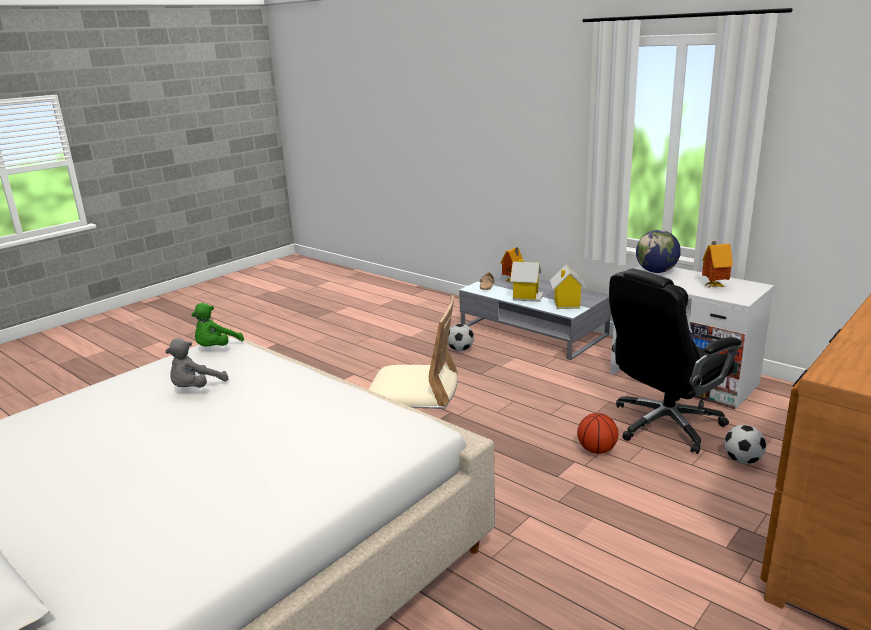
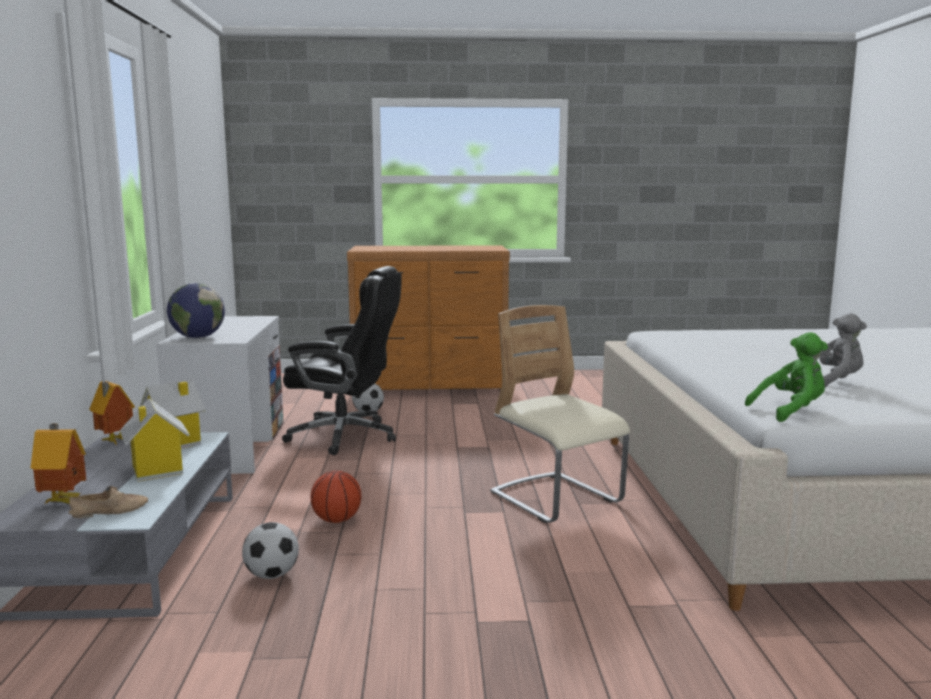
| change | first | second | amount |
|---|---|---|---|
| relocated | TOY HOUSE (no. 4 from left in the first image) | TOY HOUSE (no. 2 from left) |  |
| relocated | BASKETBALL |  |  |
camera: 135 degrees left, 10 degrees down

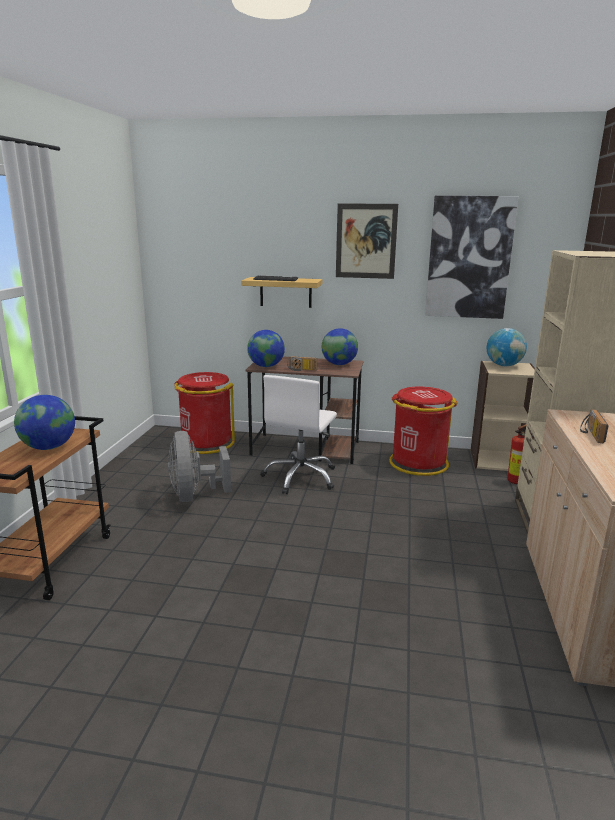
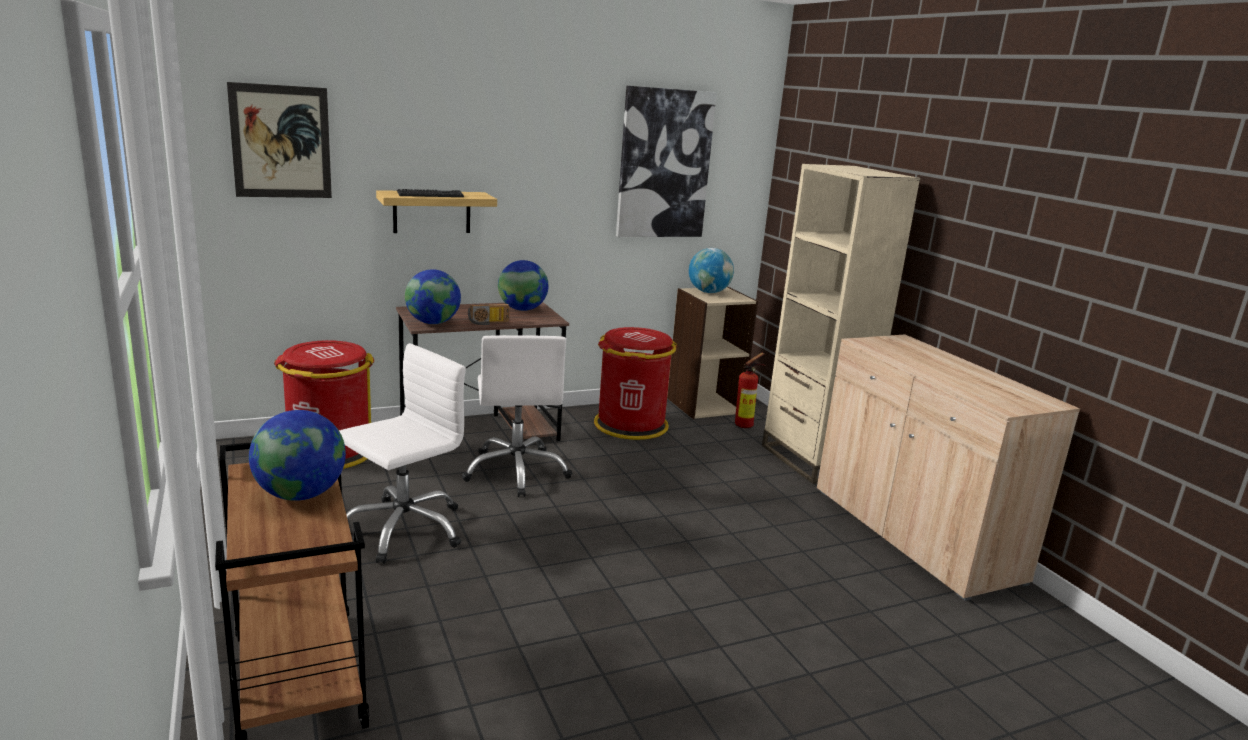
| change | first | second | amount |
|---|---|---|---|
| relocated | PICTURE (no. 1 from left) |  |  |
| missing | RADIO (no. 2 from left) |  |  |
| exchanged | GREY FAN | WHITE OFFICE CHAIR (no. 1 from left) |  |
camera: 35 degrees left, 0 degrees up

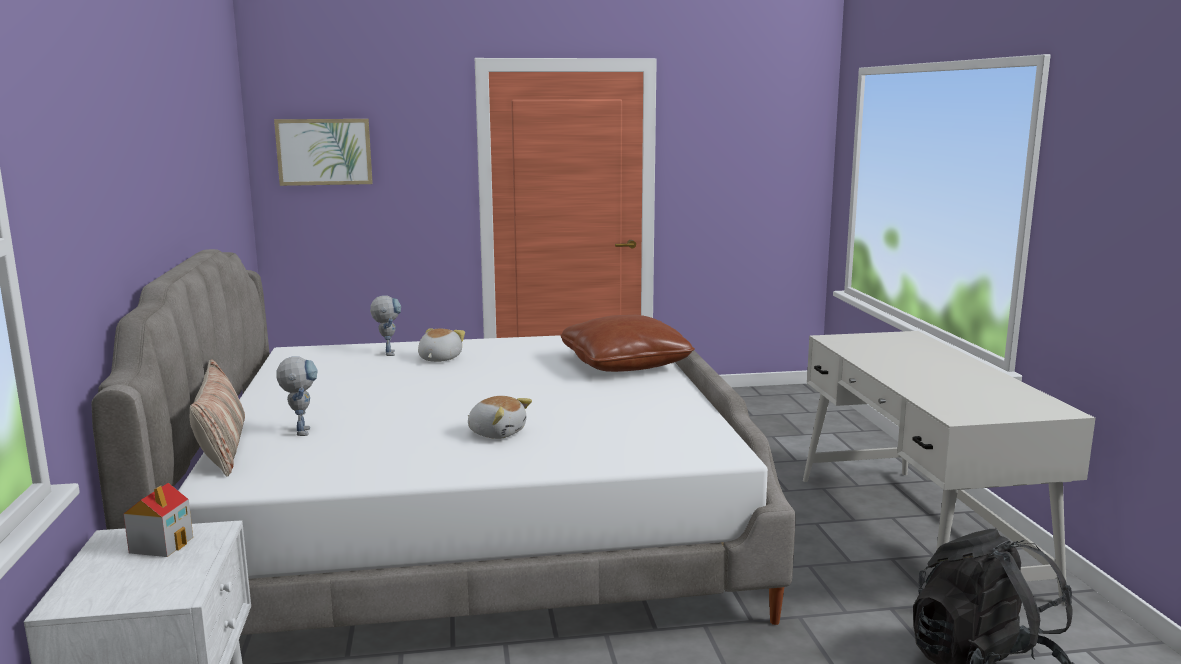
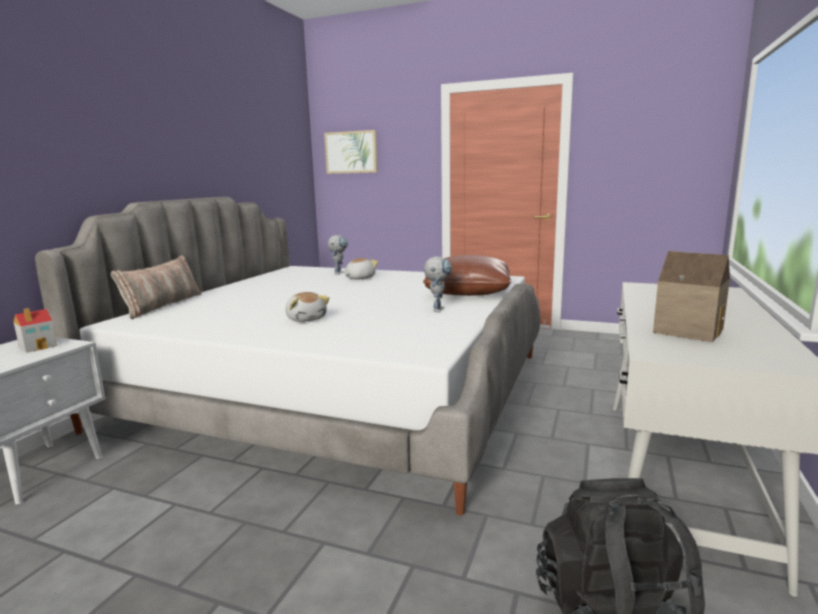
| change | first | second | amount |
|---|---|---|---|
| relocated | TOY ROBOT (no. 1 from left in the first image) | TOY ROBOT (no. 2 from left) |  |
| appeared |  | TOY HOUSE (no. 2 from left) |  |
camera: 30 degrees right, 0 degrees up

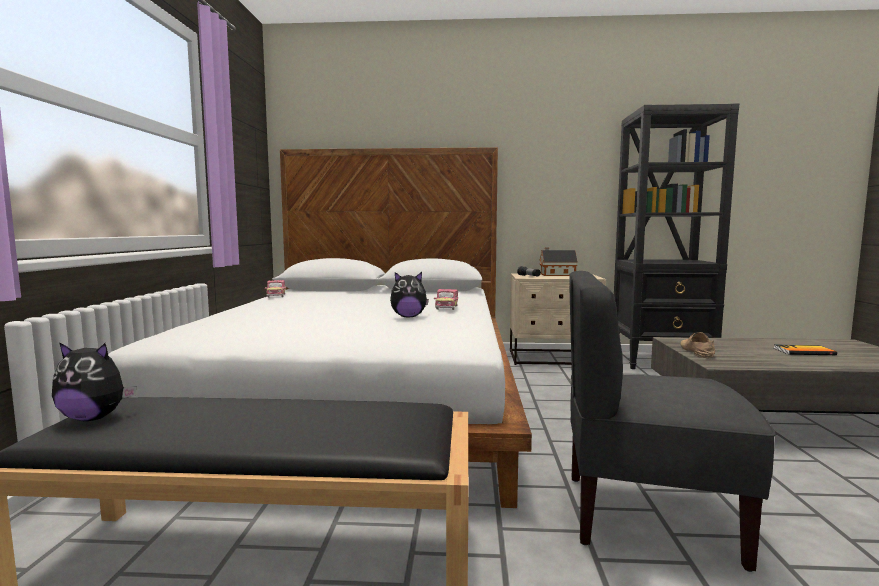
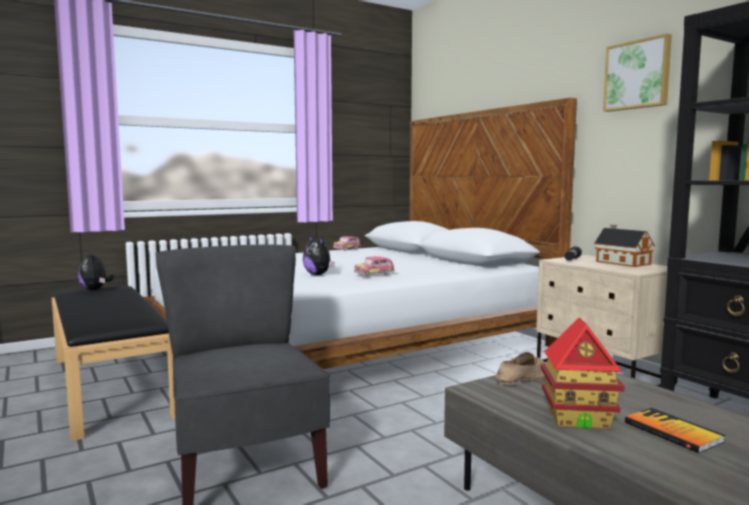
| change | first | second | amount |
|---|---|---|---|
| appeared |  | PICTURE |  |
| appeared |  | TOY HOUSE (no. 1 from left) |  |
camera: 55 degrees right, 0 degrees up

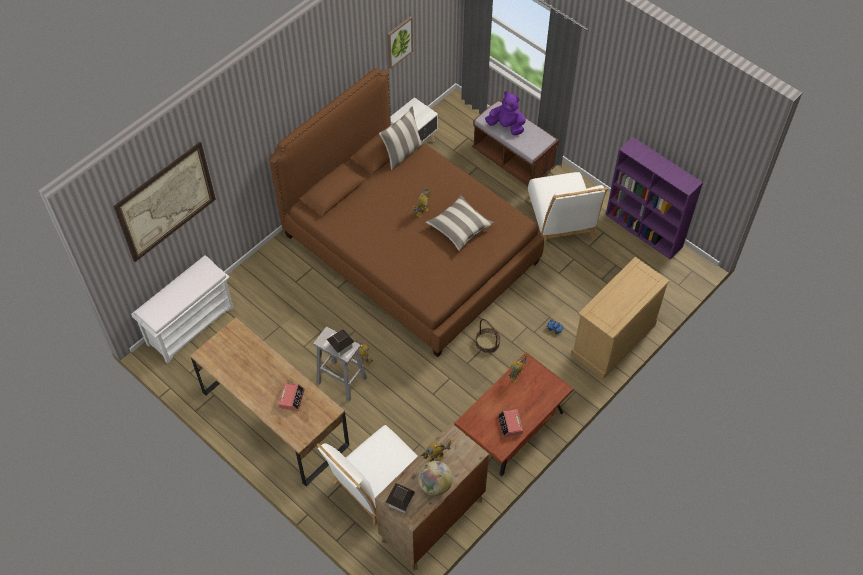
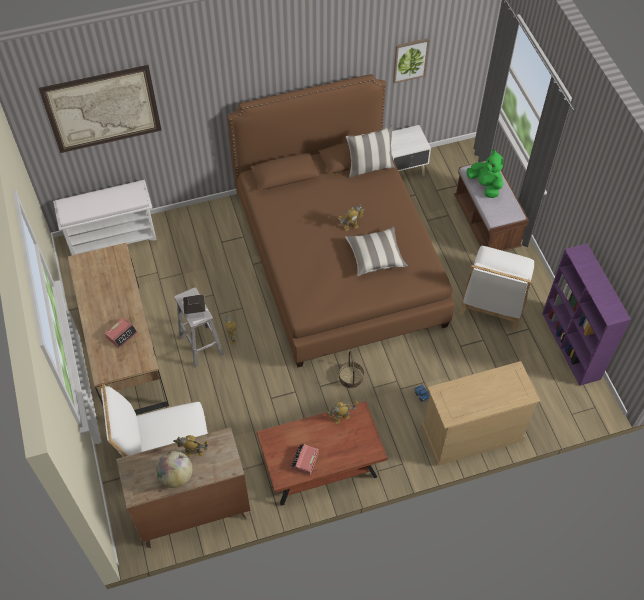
| change | first | second | amount |
|---|---|---|---|
| colour | PURPLE PLUSH TOY | GREEN PLUSH TOY |  |
| missing | TOY HOUSE (no. 2 from left) |  |  |
camera: 30 degrees right, 0 degrees up

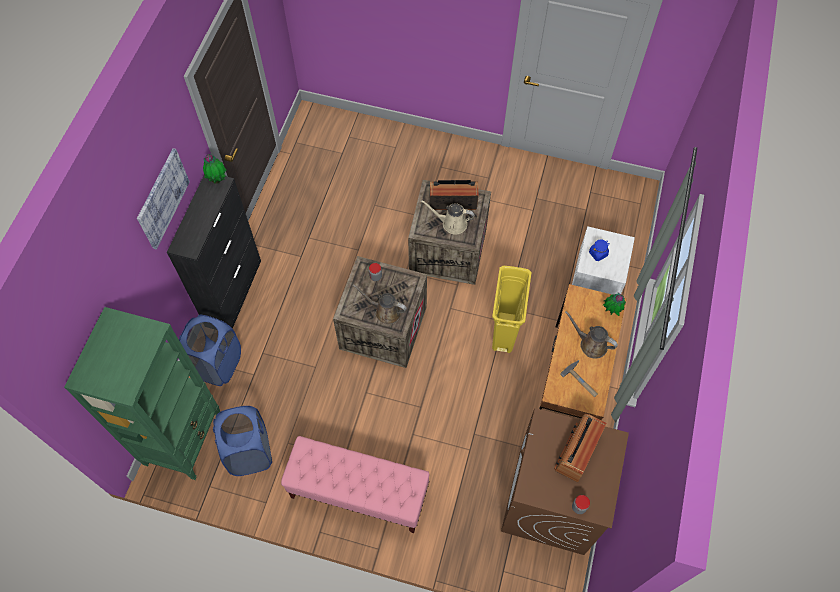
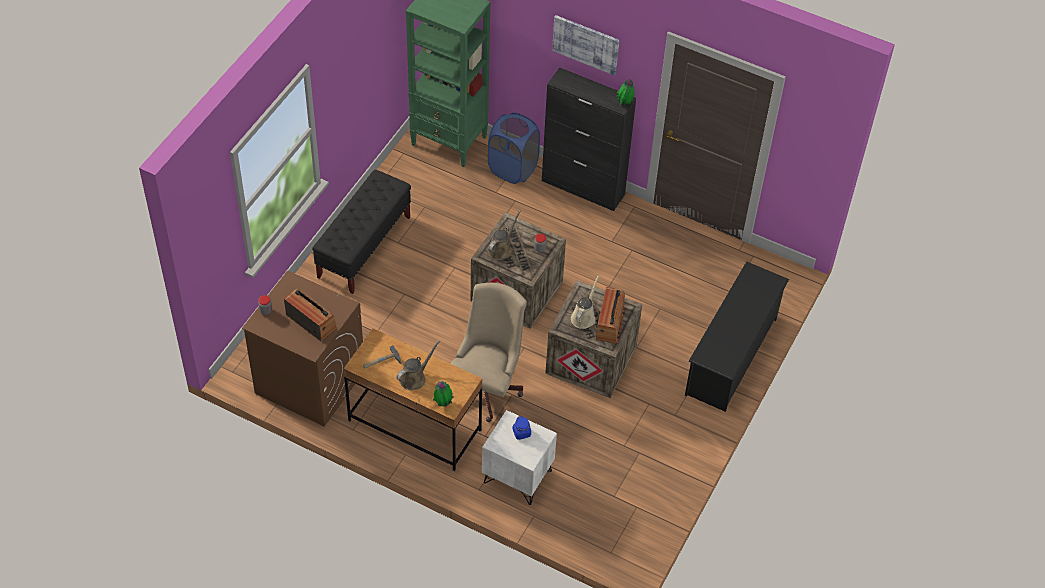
| change | first | second | amount |
|---|---|---|---|
| exchanged | YELLOW TRASH CAN | BEIGE OFFICE CHAIR |  |
| missing | BLUE LAUNDRY BASKET (no. 2 from left) |  |  |
| colour | PINK BENCH | BLACK BENCH |  |
| appeared |  | BLACK SHOE RACK |  |
camera: 100 degrees right, 10 degrees down

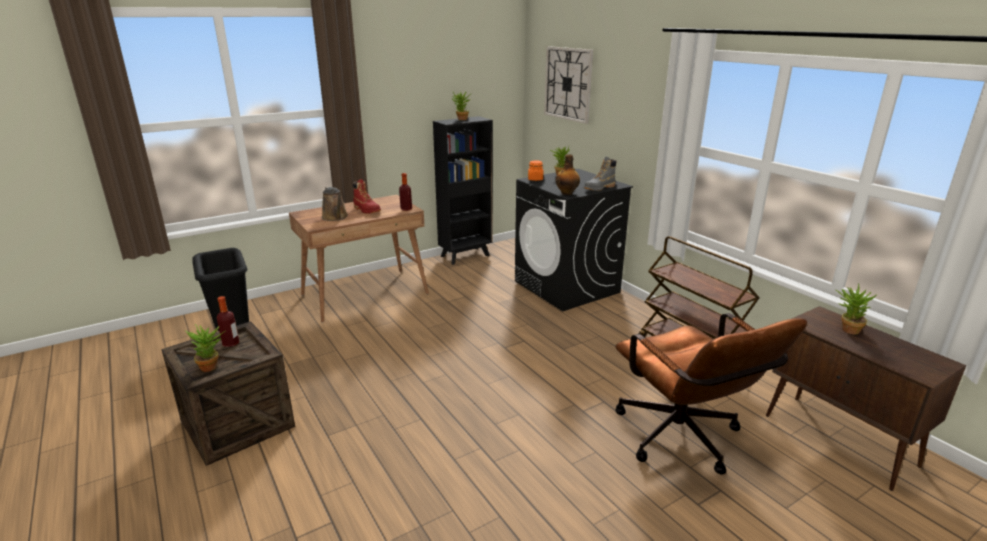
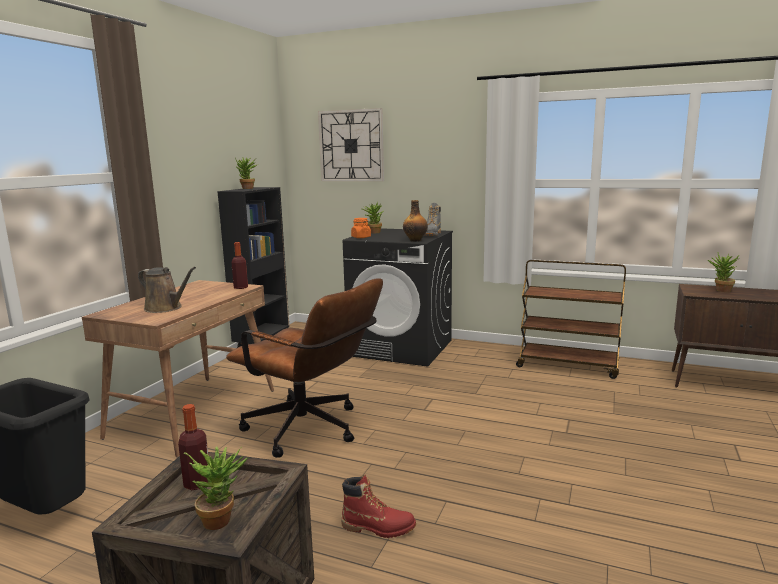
| change | first | second | amount |
|---|---|---|---|
| relocated | RED BOOT |  |  |
| relocated | BROWN OFFICE CHAIR |  |  |
camera: 35 degrees left, 10 degrees down

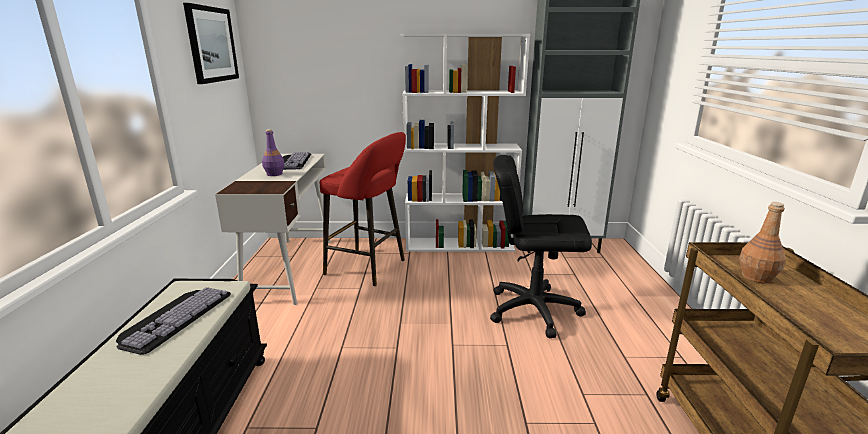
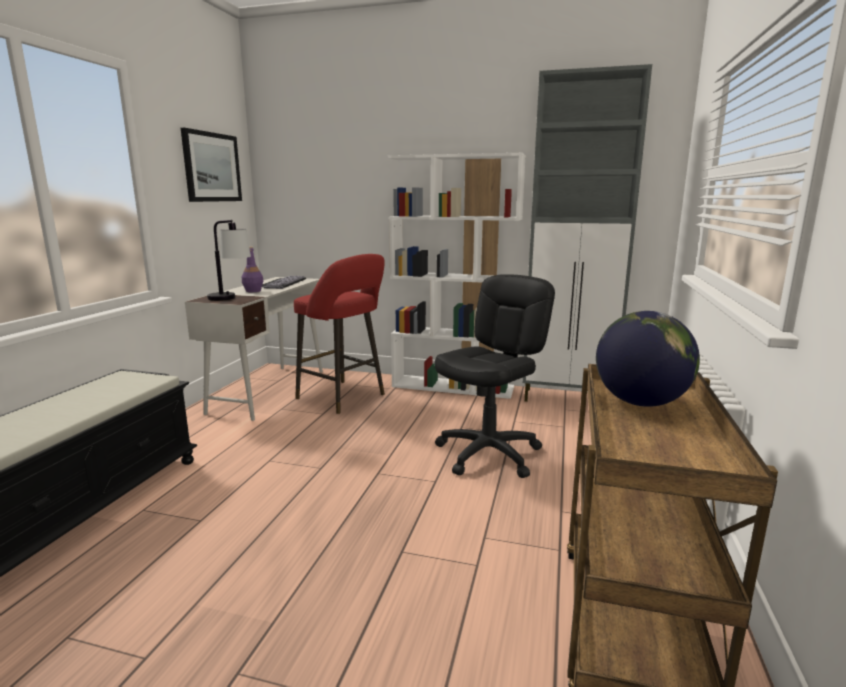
| change | first | second | amount |
|---|---|---|---|
| spun | BLACK OFFICE CHAIR |  | 105 degrees clockwise |
| exchanged | BROWN BOTTLE | GLOBE |  |
| missing | KEYBOARD (no. 1 from left) |  |  |
| appeared |  | TABLE LAMP |  |
camera: 15 degrees right, 5 degrees down

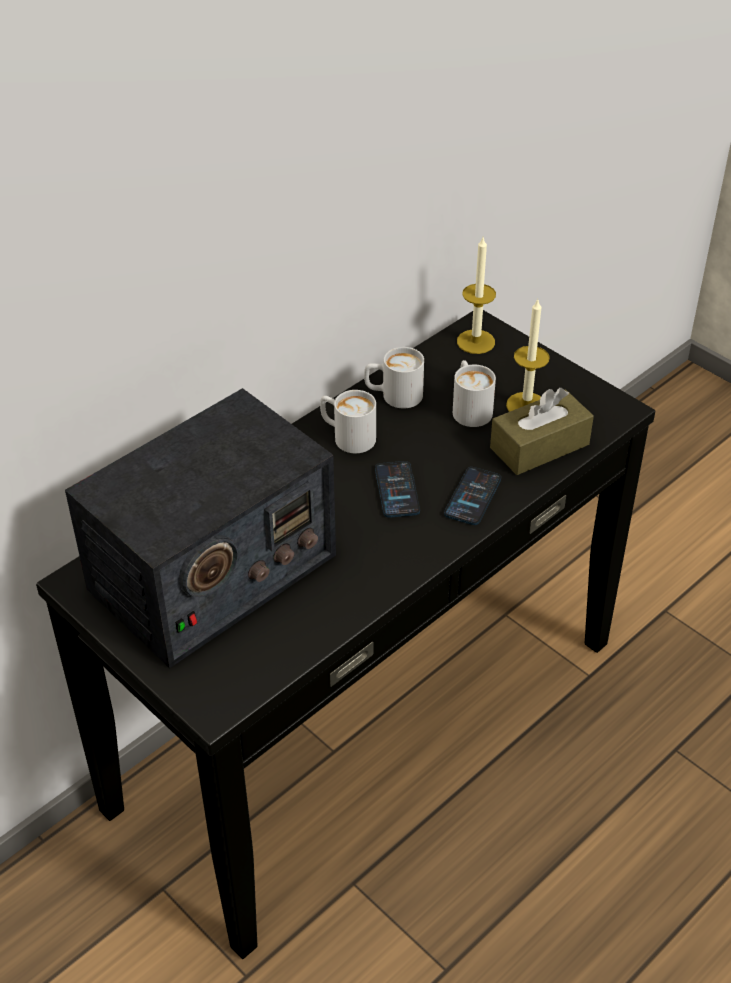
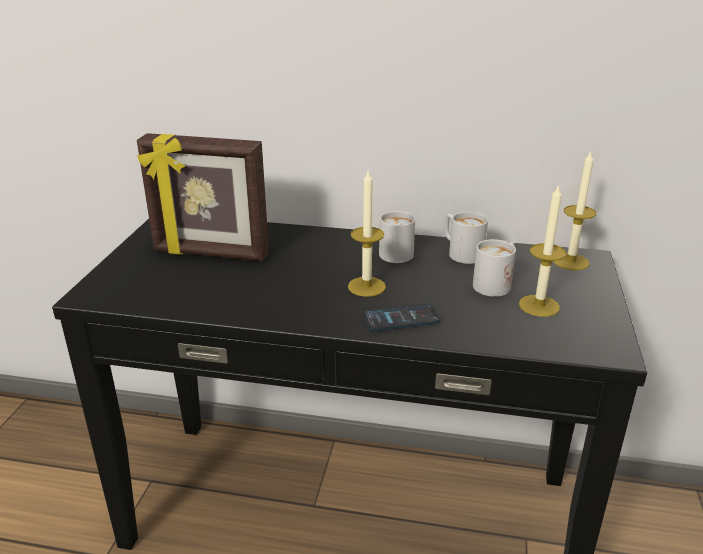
| change | first | second | amount |
|---|---|---|---|
| exchanged | RADIO | PICTURE FRAME |  |
| missing | BROWN TISSUE BOX |  |  |
| exchanged | PHONE (no. 1 from left) | CANDLE (no. 1 from left) |  |
camera: 55 degrees right, 15 degrees down

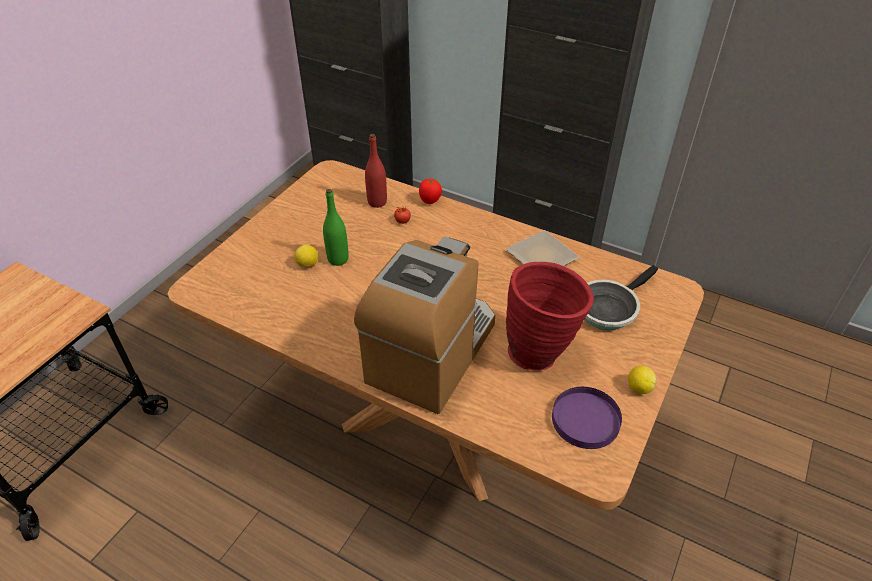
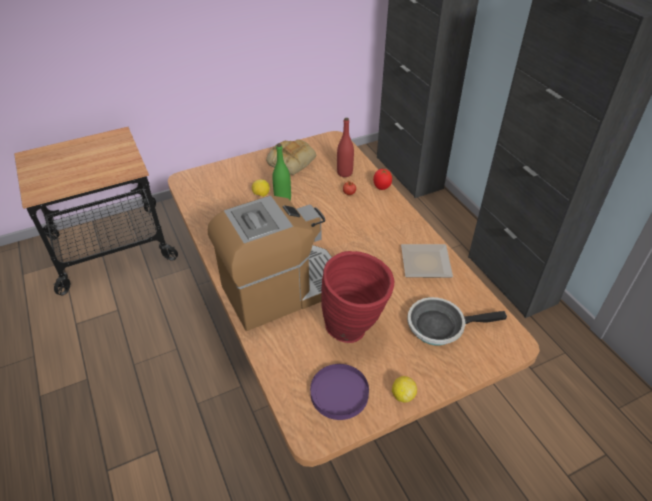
| change | first | second | amount |
|---|---|---|---|
| appeared |  | BREAD |  |
camera: 35 degrees right, 0 degrees up

